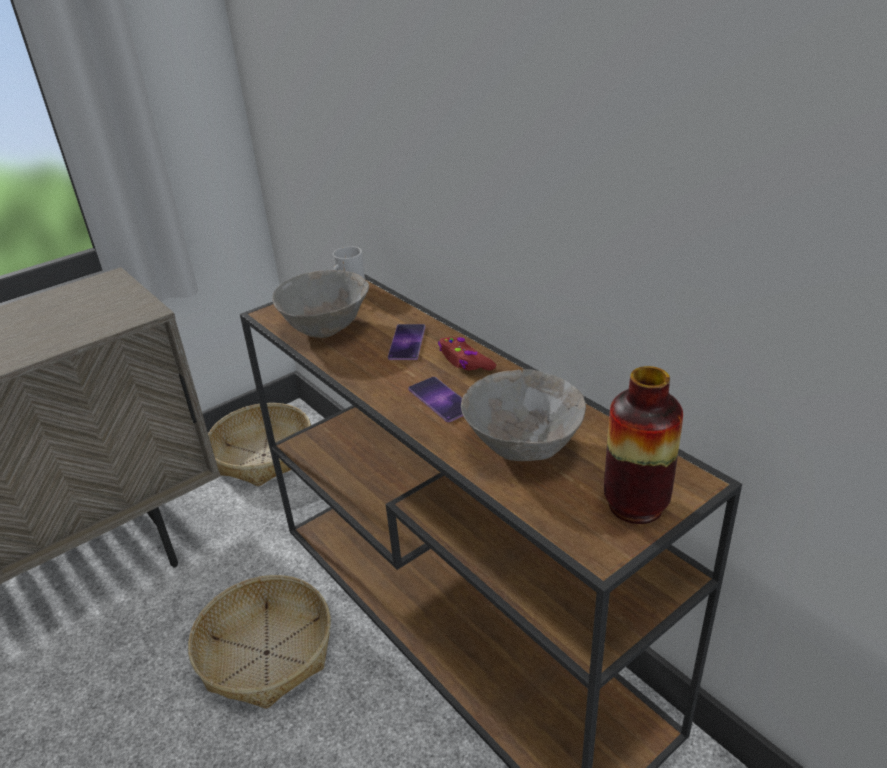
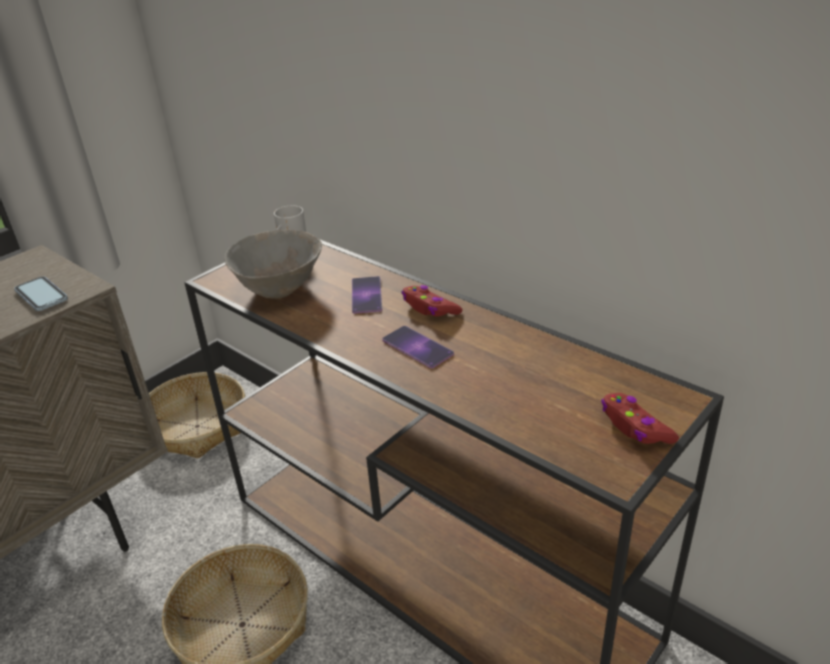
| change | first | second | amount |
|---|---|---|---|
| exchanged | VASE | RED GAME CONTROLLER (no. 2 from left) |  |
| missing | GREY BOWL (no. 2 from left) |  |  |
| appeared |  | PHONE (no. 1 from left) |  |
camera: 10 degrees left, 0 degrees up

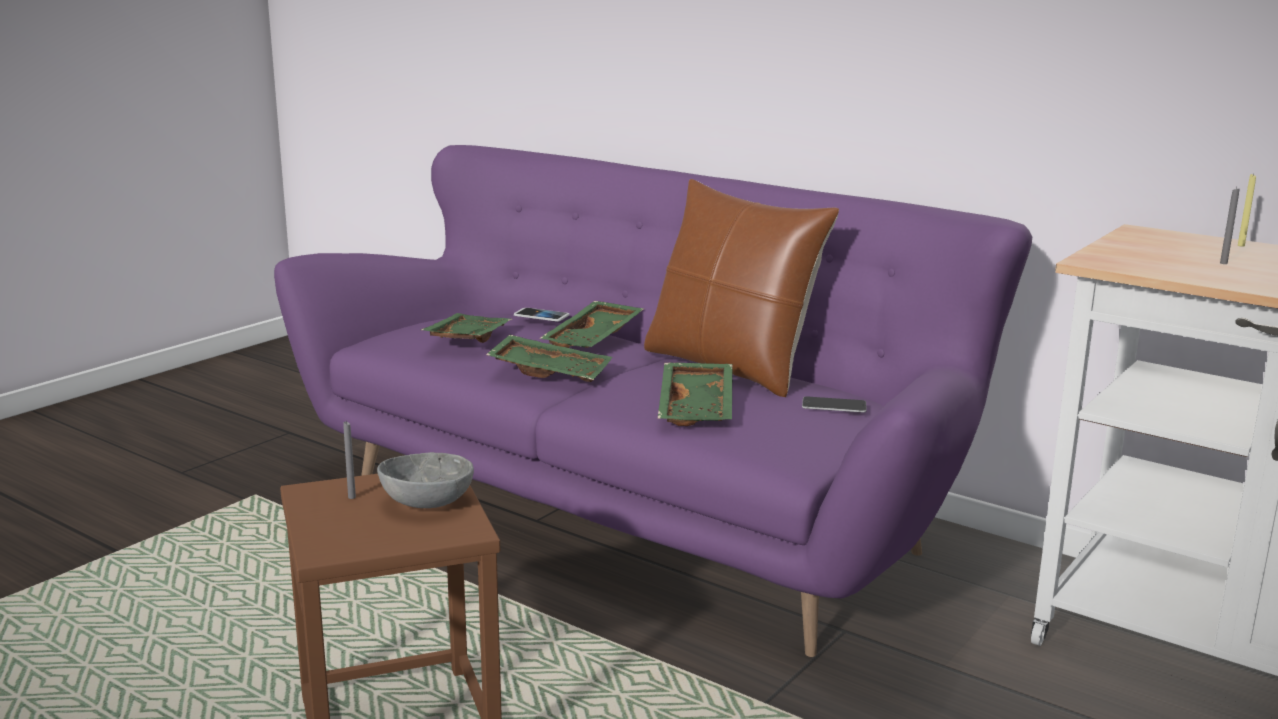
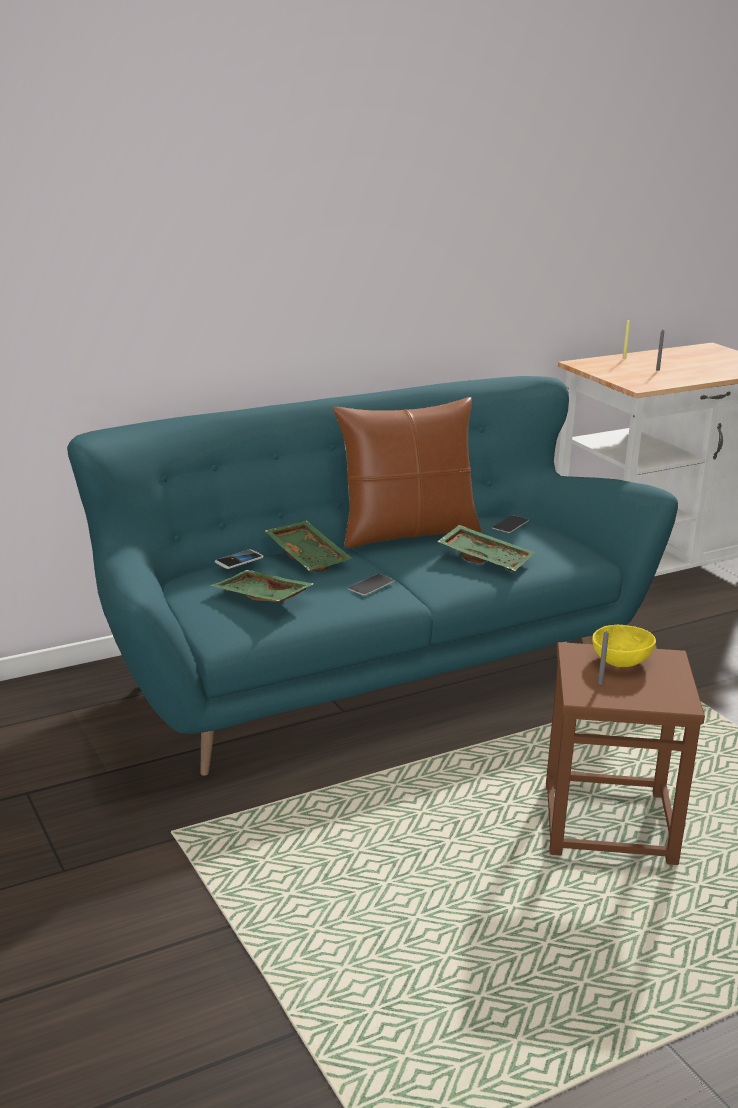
| change | first | second | amount |
|---|---|---|---|
| colour | PURPLE SOFA | TURQUOISE SOFA |  |
| exchanged | GREEN TRAY (no. 2 from left) | PHONE (no. 2 from left) |  |
| colour | GREY BOWL | YELLOW BOWL |  |
camera: 65 degrees left, 5 degrees up

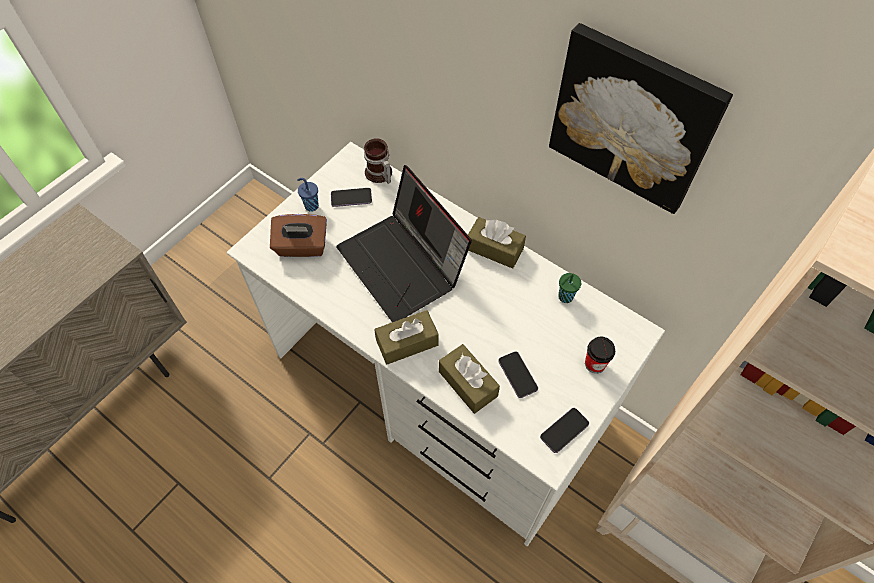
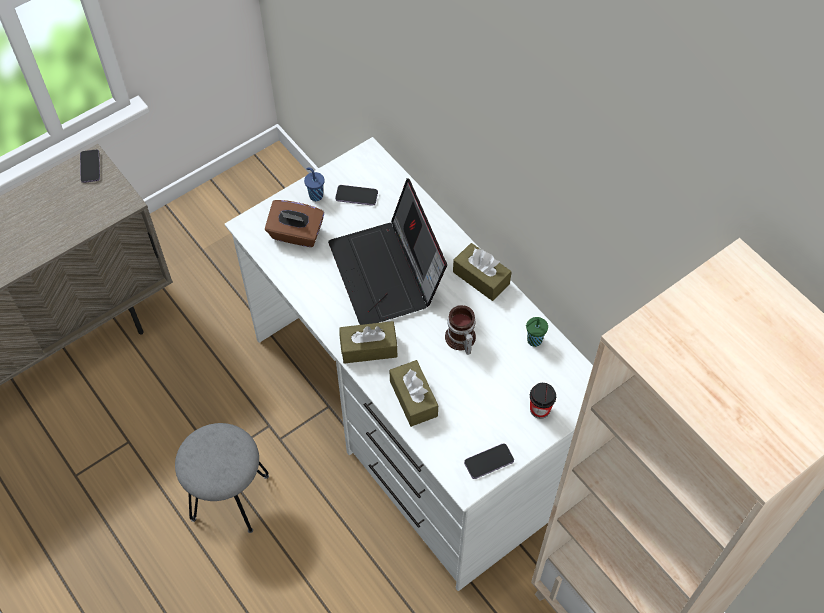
| change | first | second | amount |
|---|---|---|---|
| missing | PICTURE |  |  |
| relocated | MUG |  |  |
| relocated | PHONE (no. 2 from left in the first image) | PHONE (no. 1 from left) |  |
| appeared |  | GREY STOOL |  |
camera: 15 degrees right, 0 degrees up

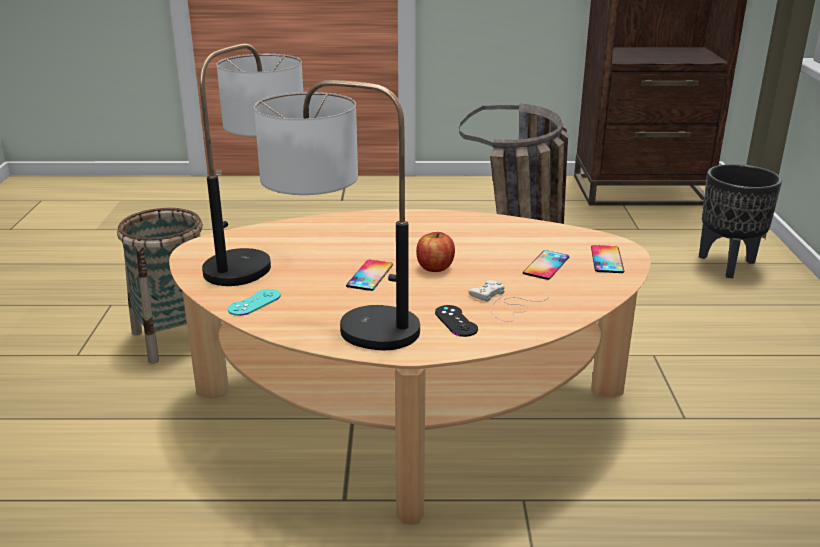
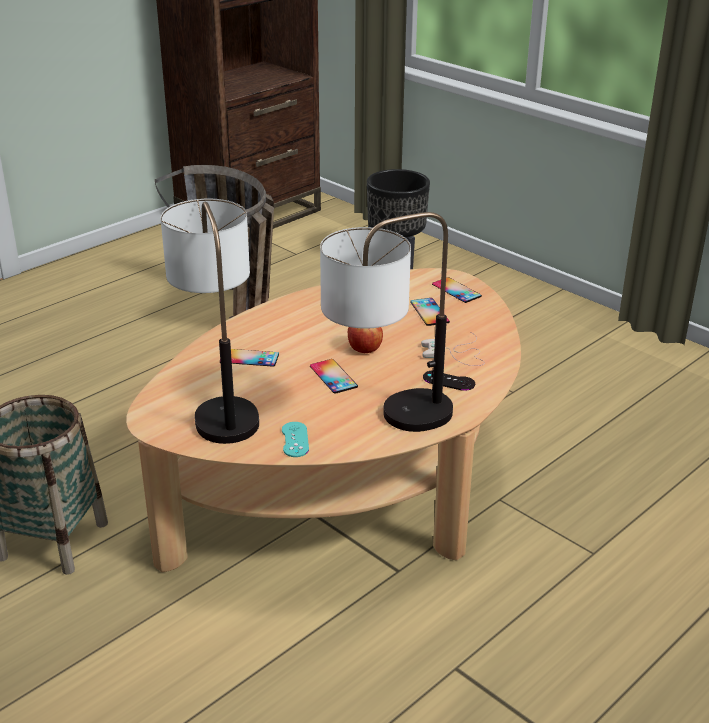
| change | first | second | amount |
|---|---|---|---|
| appeared |  | PHONE (no. 1 from left) |  |
camera: 45 degrees left, 5 degrees up

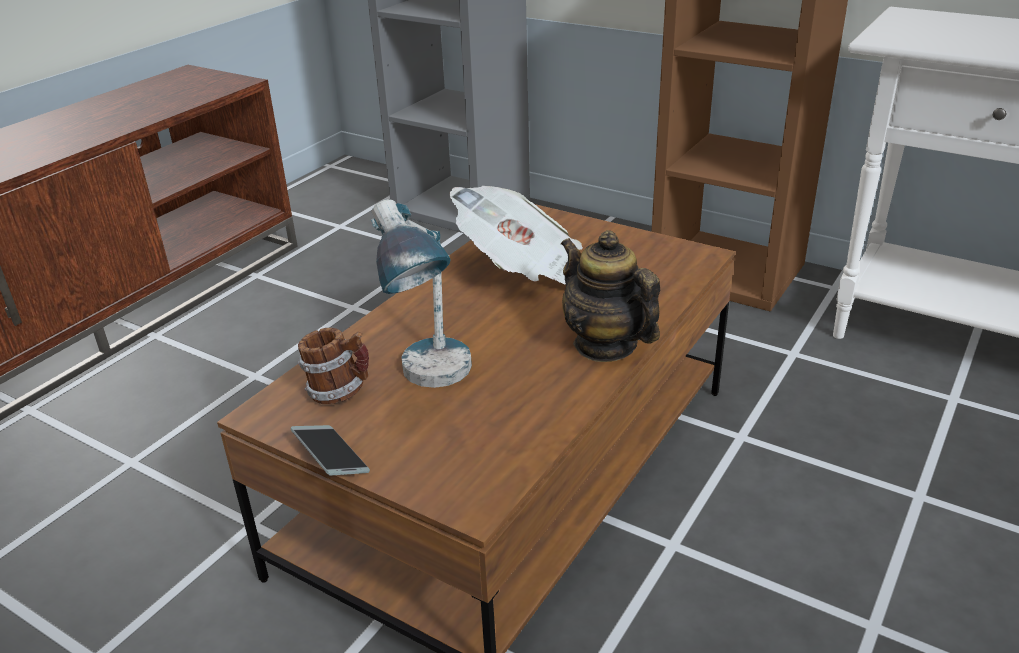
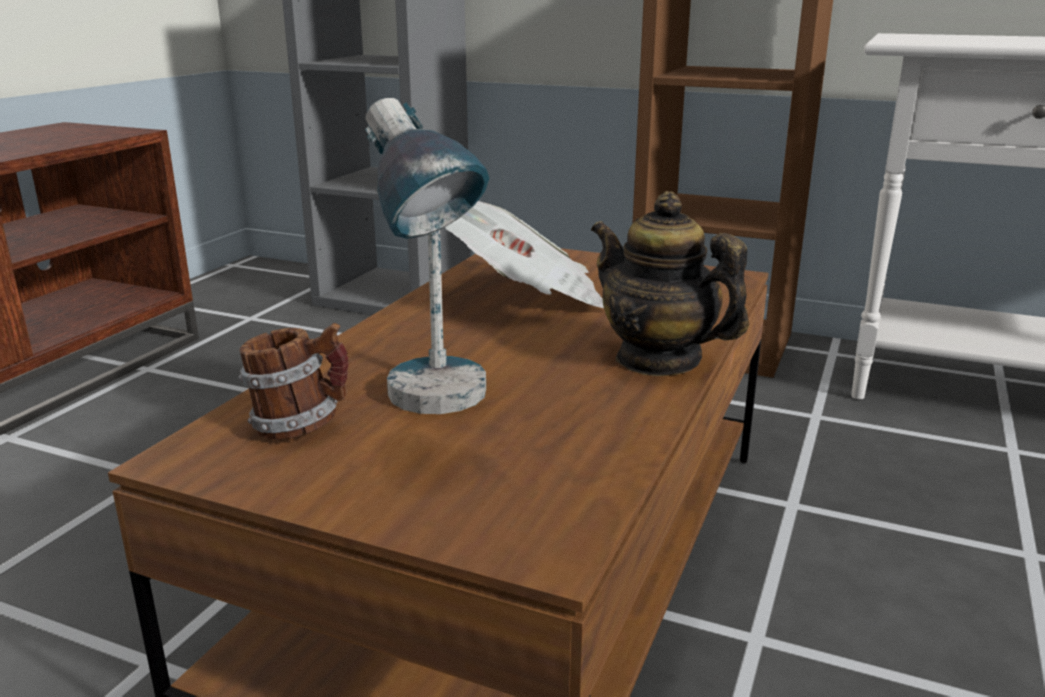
| change | first | second | amount |
|---|---|---|---|
| missing | PHONE |  |  |
camera: 10 degrees left, 10 degrees down

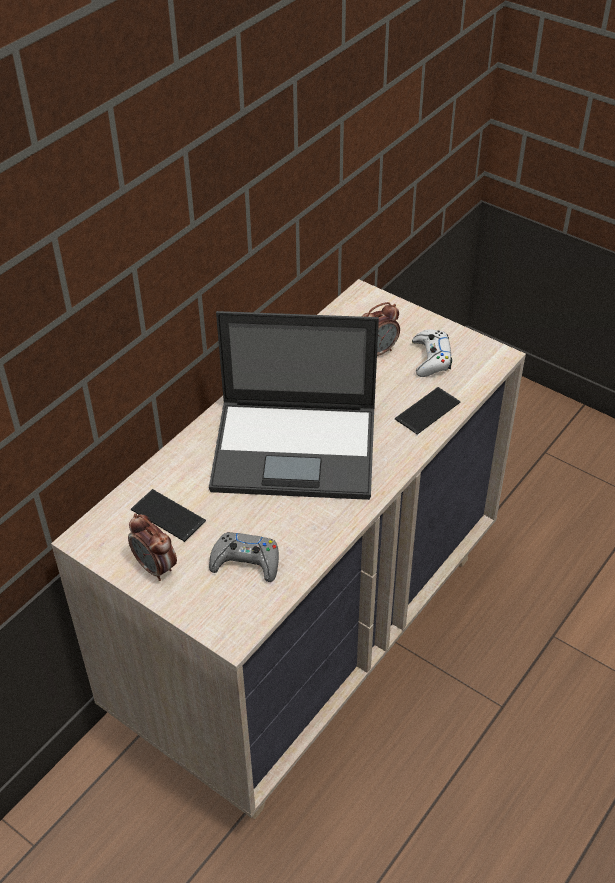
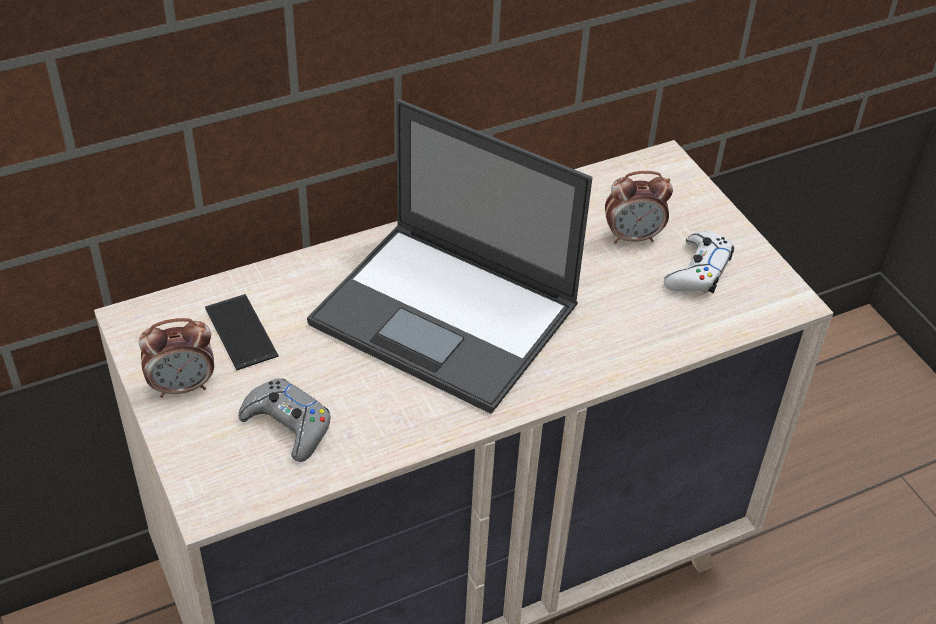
| change | first | second | amount |
|---|---|---|---|
| missing | PHONE (no. 2 from left) |  |  |
| spun | ALARM CLOCK (no. 1 from left) |  | 90 degrees counterclockwise |
camera: 25 degrees right, 0 degrees up

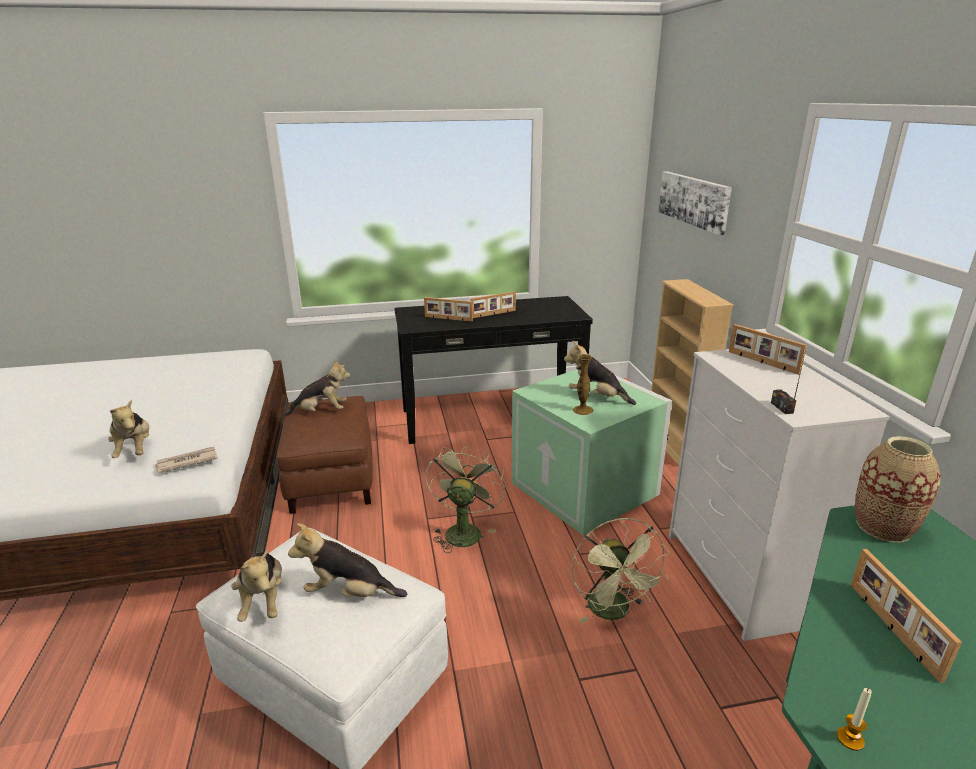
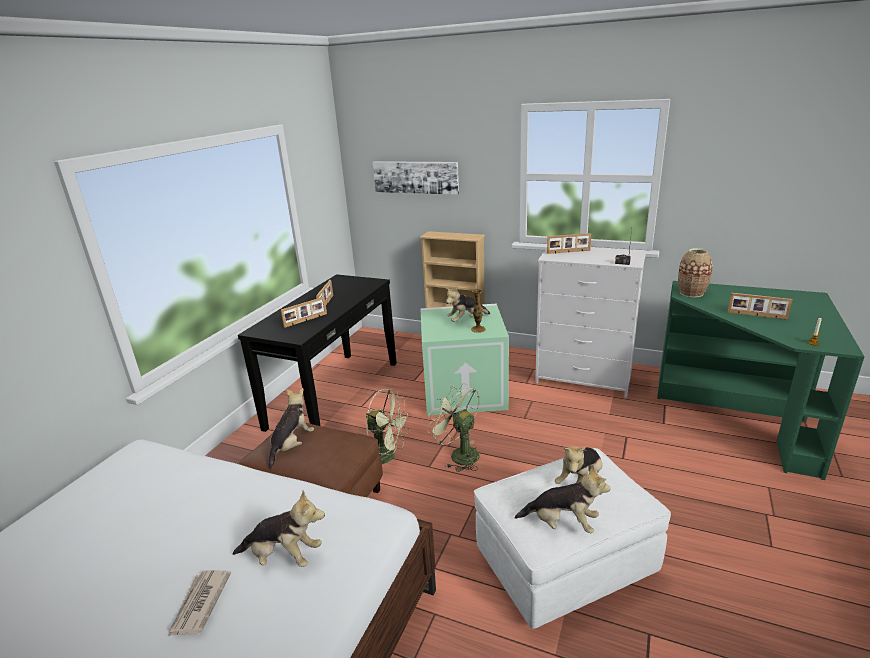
| change | first | second | amount |
|---|---|---|---|
| relocated | NEWSPAPER |  |  |
| relocated | GREEN FAN (no. 2 from left in the first image) | GREEN FAN (no. 1 from left) |  |
camera: 55 degrees left, 0 degrees up

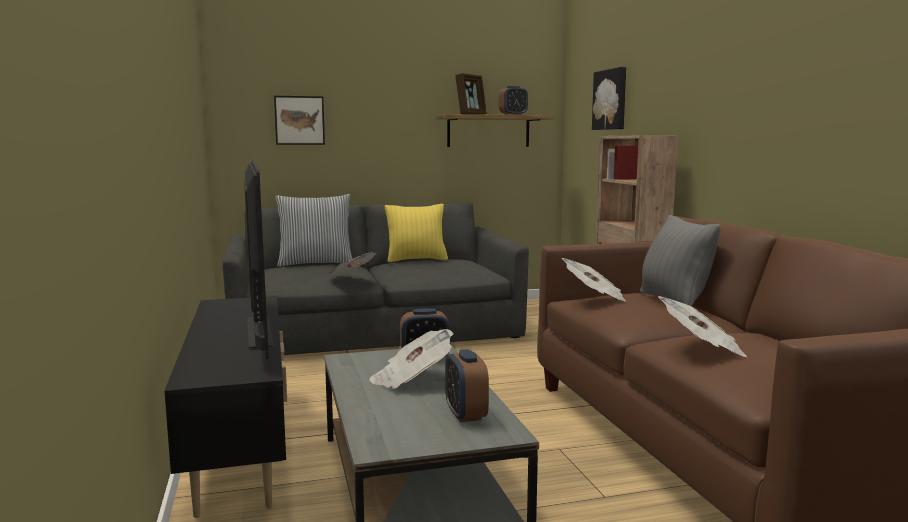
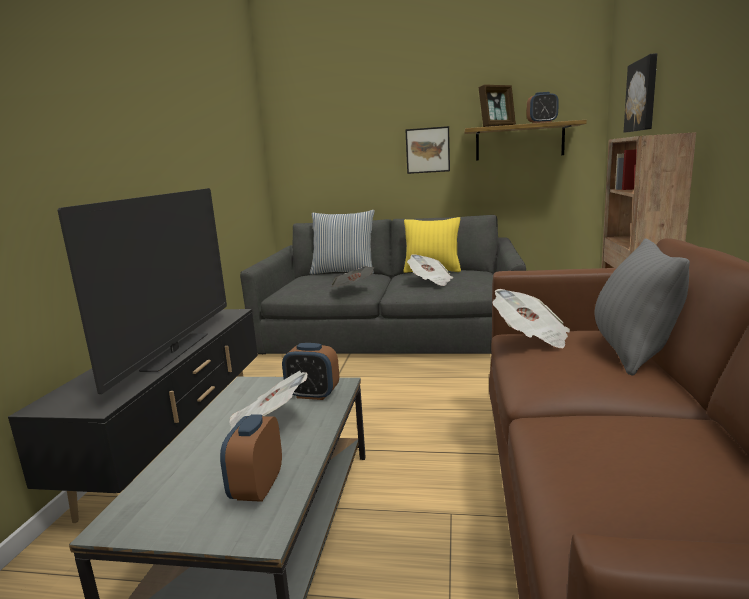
| change | first | second | amount |
|---|---|---|---|
| relocated | PICTURE (no. 1 from left) |  |  |
| relocated | NEWSPAPER (no. 4 from left in the first image) | NEWSPAPER (no. 3 from left) |  |
camera: 25 degrees right, 5 degrees up

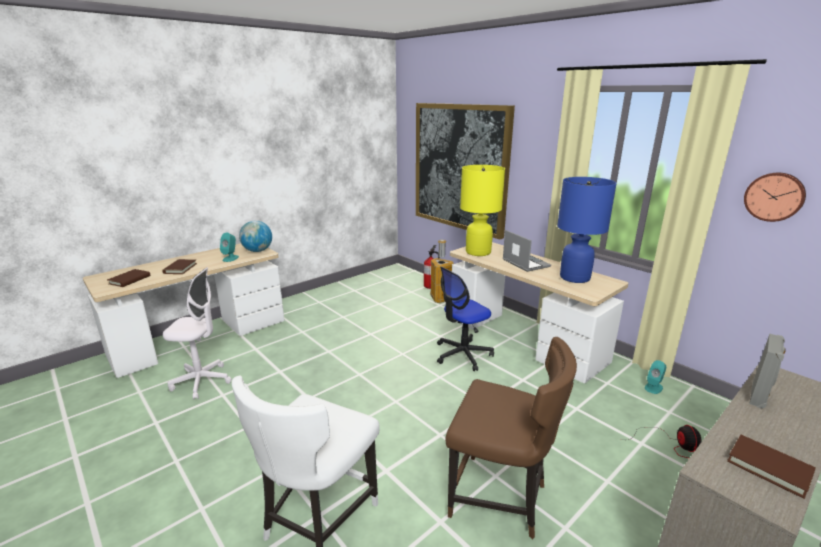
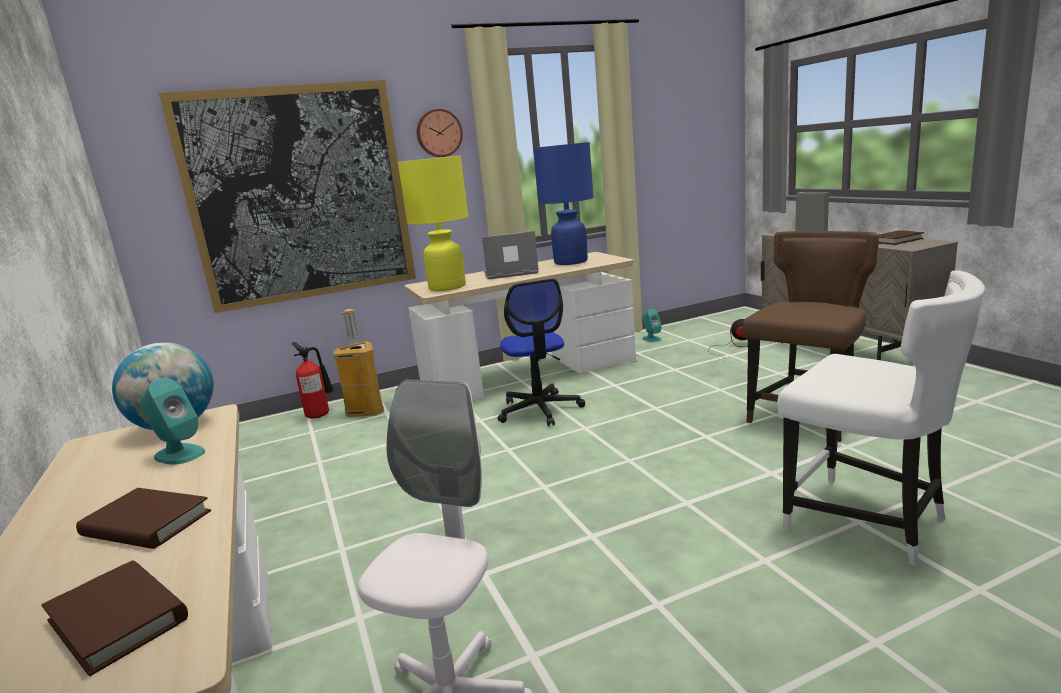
| change | first | second | amount |
|---|---|---|---|
| relocated | WALL CLOCK |  |  |
camera: 70 degrees left, 5 degrees down

